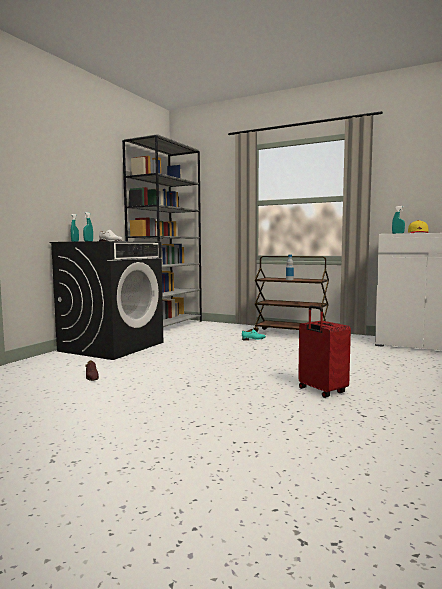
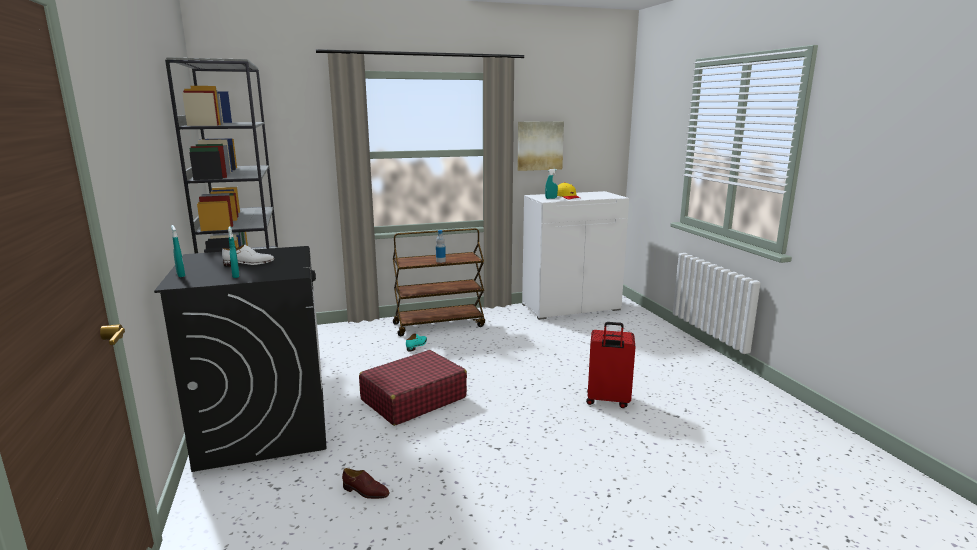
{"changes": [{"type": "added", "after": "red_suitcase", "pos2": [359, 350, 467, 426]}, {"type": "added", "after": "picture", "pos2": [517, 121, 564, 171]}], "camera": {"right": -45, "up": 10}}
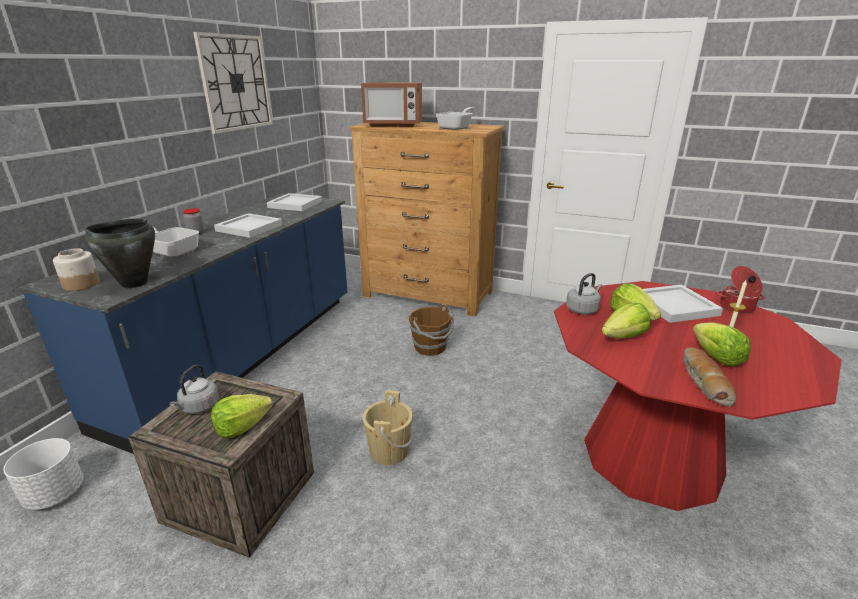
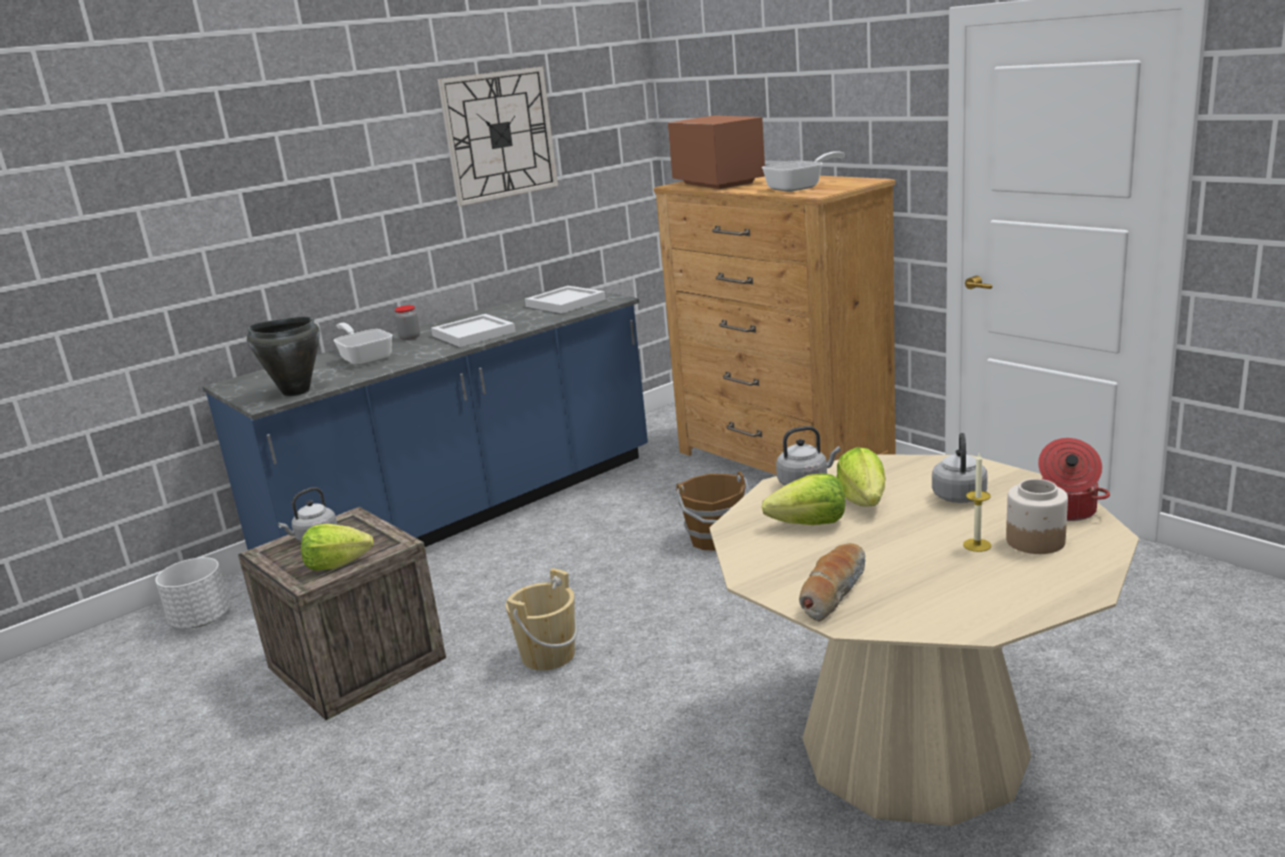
{"changes": [{"type": "turned", "before": "microwave", "pos1": [361, 82, 422, 127], "pos2": [668, 115, 765, 189], "turn": -150}, {"type": "recoloured", "before": "red_dining_table", "after": "beige_dining_table", "pos1": [554, 281, 842, 511], "pos2": [709, 454, 1139, 826]}, {"type": "replaced", "before": "white_tray", "after": "grey_kettle", "pos1": [643, 284, 723, 323], "pos2": [932, 433, 988, 503]}, {"type": "moved", "before": "jar", "pos1": [53, 248, 100, 291], "pos2": [1006, 479, 1068, 554]}, {"type": "removed", "before": "lettuce", "pos1": [693, 323, 751, 366]}], "camera": {"right": 30, "up": -5}}
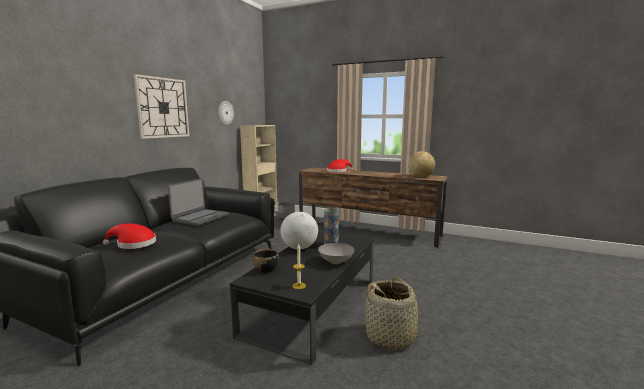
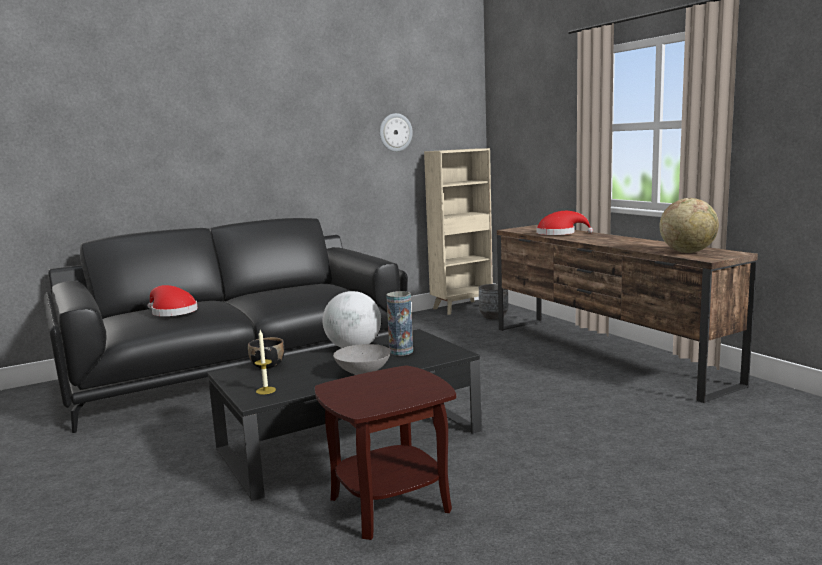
{"changes": [{"type": "replaced", "before": "basket", "after": "brown_side_table", "pos1": [359, 277, 431, 350], "pos2": [315, 366, 456, 540]}, {"type": "removed", "before": "wall_clock", "pos1": [134, 74, 189, 139]}, {"type": "removed", "before": "laptop", "pos1": [168, 178, 229, 226]}], "camera": {"right": 35, "up": 0}}
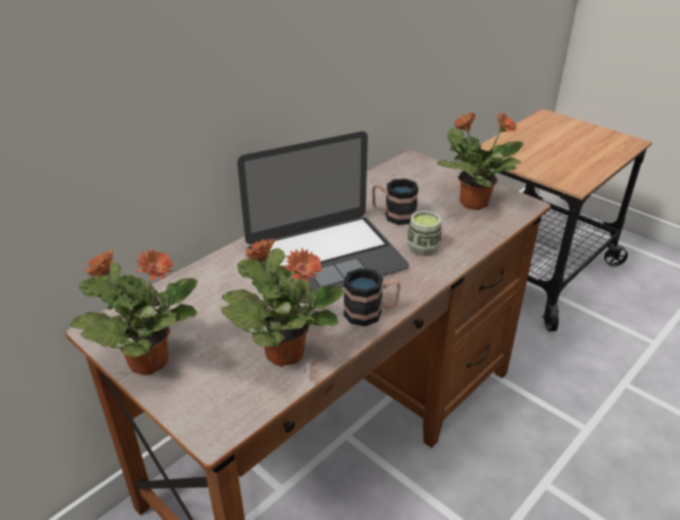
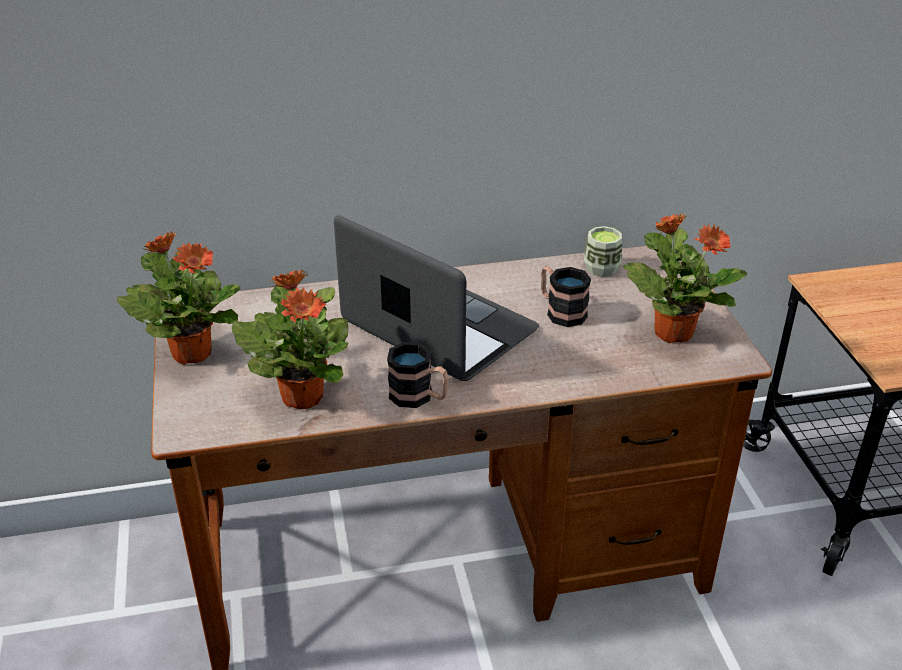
{"changes": [{"type": "turned", "before": "laptop", "pos1": [237, 131, 409, 292], "pos2": [334, 215, 539, 381], "turn": -150}, {"type": "moved", "before": "cup", "pos1": [407, 211, 441, 256], "pos2": [584, 226, 622, 277]}], "camera": {"right": 35, "up": 0}}
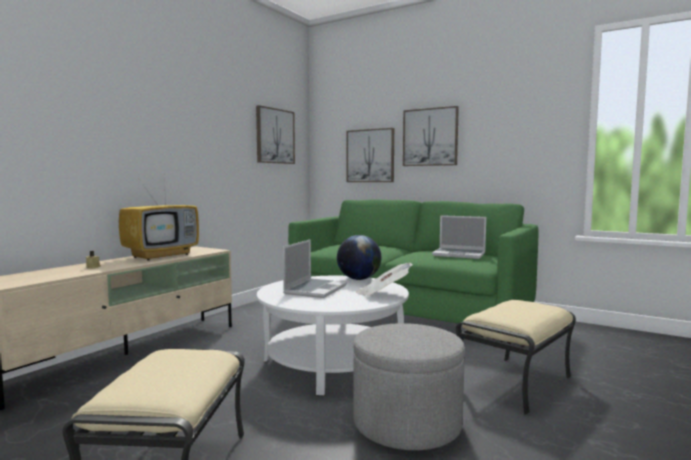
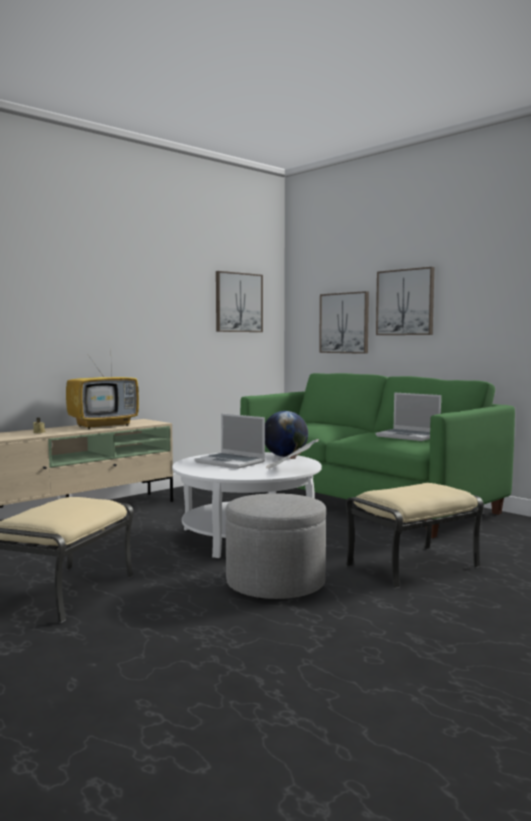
{"changes": [{"type": "turned", "before": "laptop", "pos1": [283, 239, 347, 298], "pos2": [195, 413, 265, 469], "turn": 90}], "camera": {"right": 15, "up": 0}}
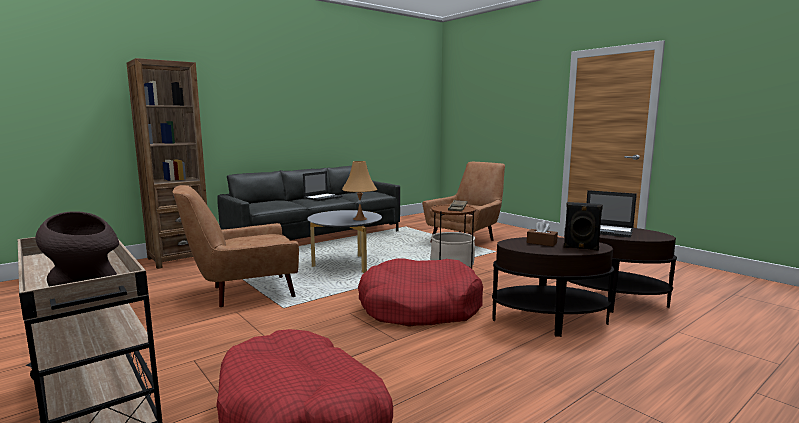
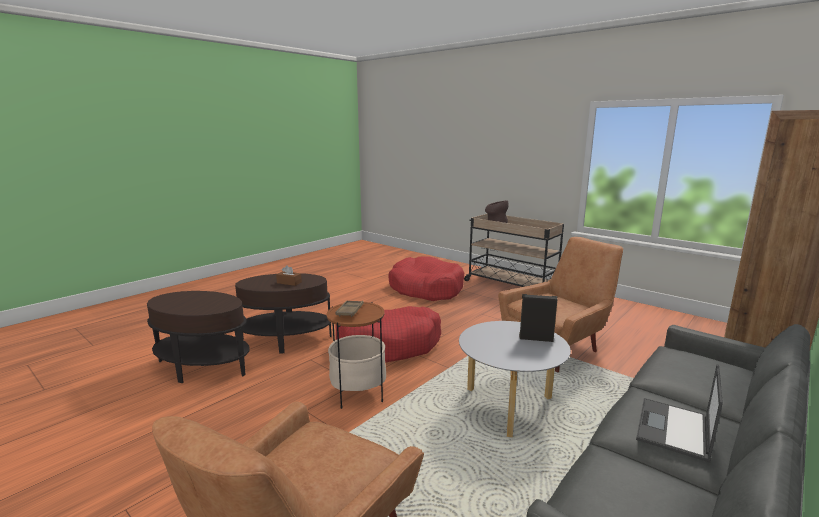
{"changes": [{"type": "moved", "before": "black_speaker", "pos1": [564, 202, 603, 251], "pos2": [519, 294, 557, 342]}, {"type": "removed", "before": "orange_table_lamp", "pos1": [342, 161, 377, 221]}, {"type": "removed", "before": "laptop", "pos1": [587, 190, 637, 237]}], "camera": {"right": 170, "up": 5}}
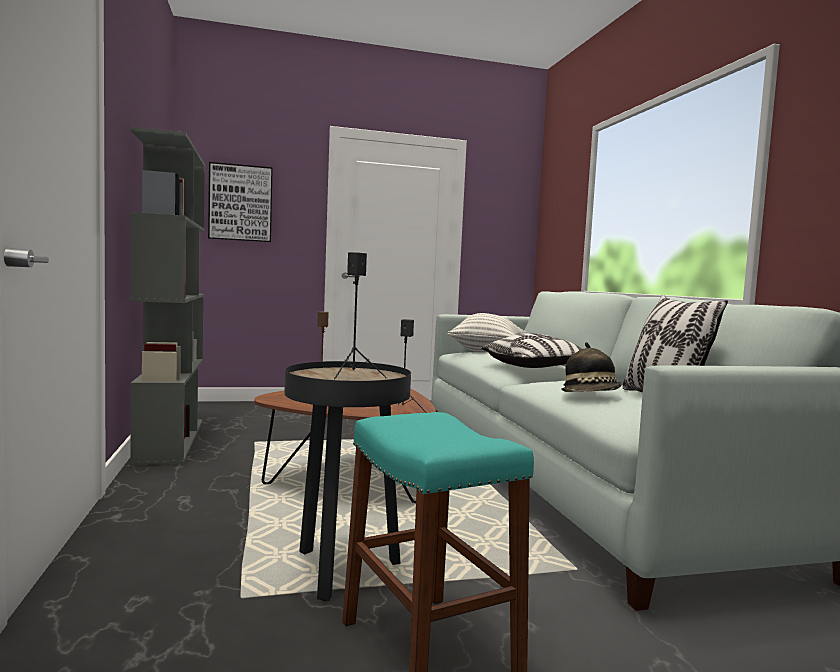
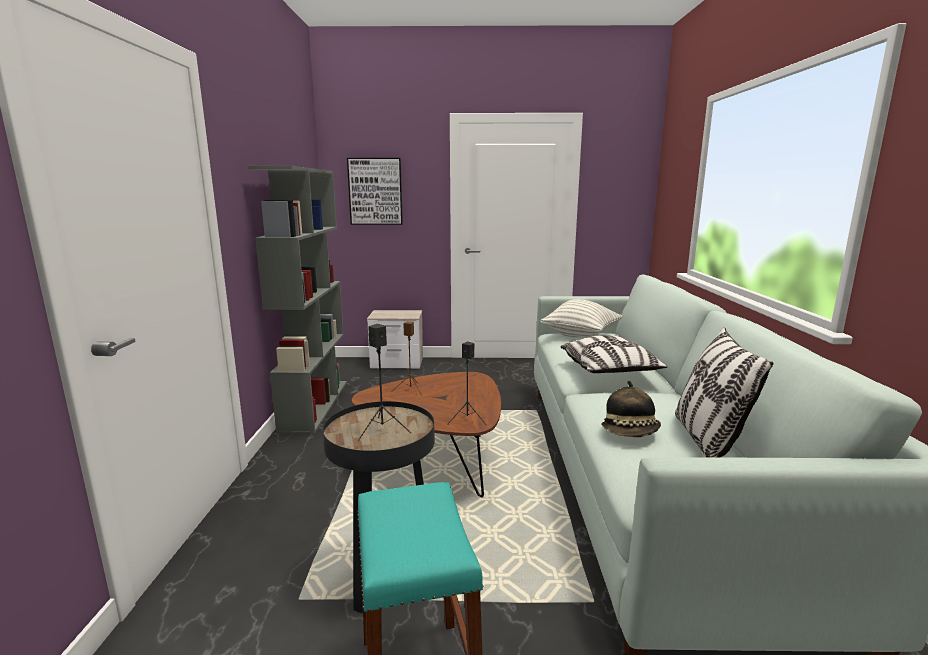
{"changes": [{"type": "added", "after": "nightstand", "pos2": [367, 310, 423, 369]}], "camera": {"right": 15, "up": 10}}
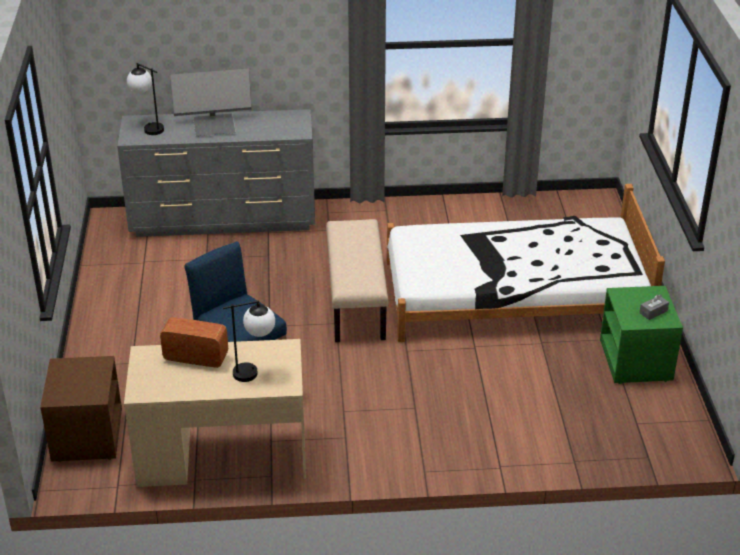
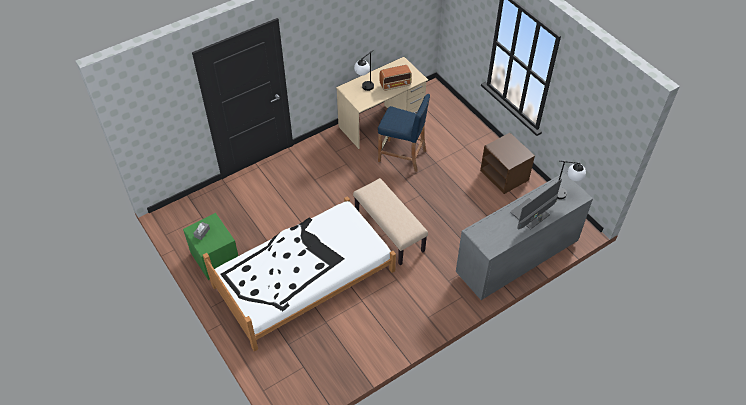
{"changes": [{"type": "moved", "before": "brown_nightstand", "pos1": [40, 356, 122, 462], "pos2": [480, 133, 535, 194]}], "camera": {"right": 150, "up": 15}}
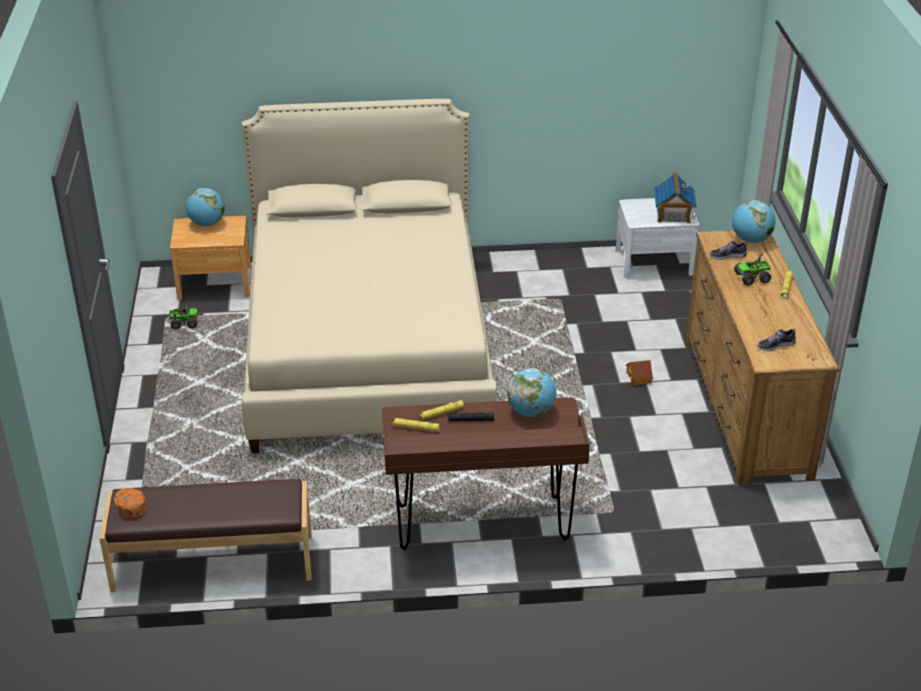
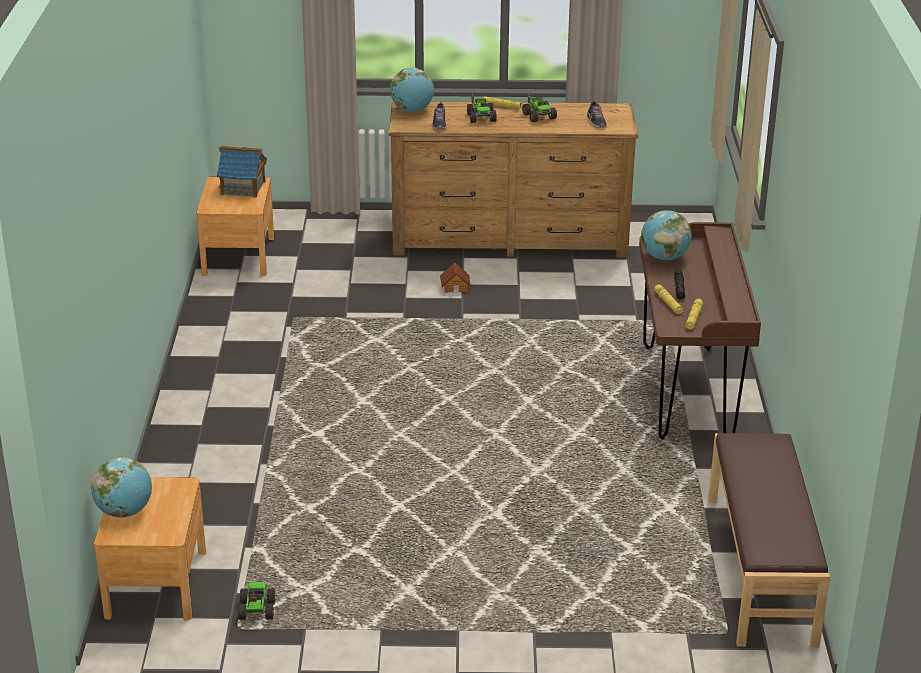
{"changes": [{"type": "recoloured", "before": "white_nightstand", "after": "brown_nightstand", "pos1": [616, 198, 699, 279], "pos2": [197, 177, 274, 276]}, {"type": "added", "after": "toy_truck", "pos2": [522, 93, 557, 123]}, {"type": "removed", "before": "orange_cap", "pos1": [114, 488, 147, 519]}, {"type": "removed", "before": "beige_bed", "pos1": [241, 99, 497, 453]}], "camera": {"right": -85, "up": -5}}
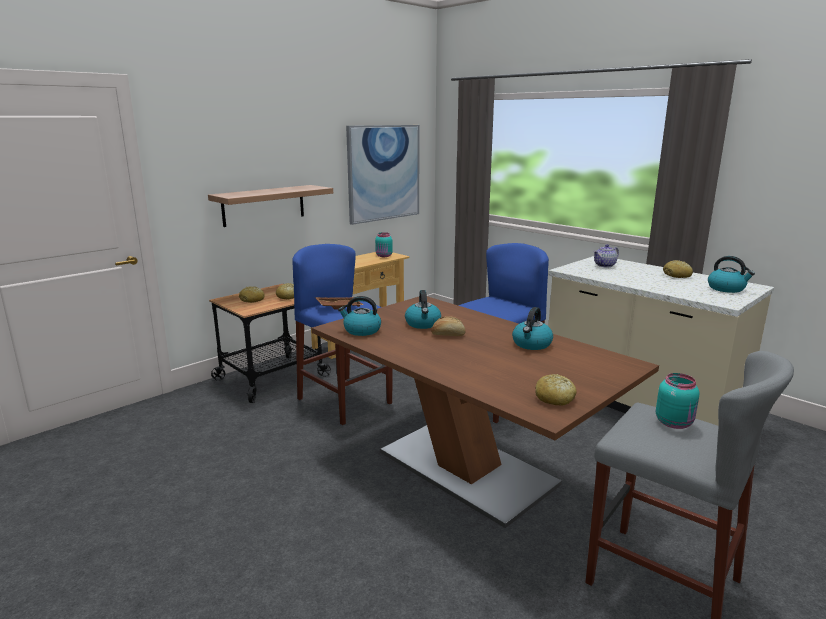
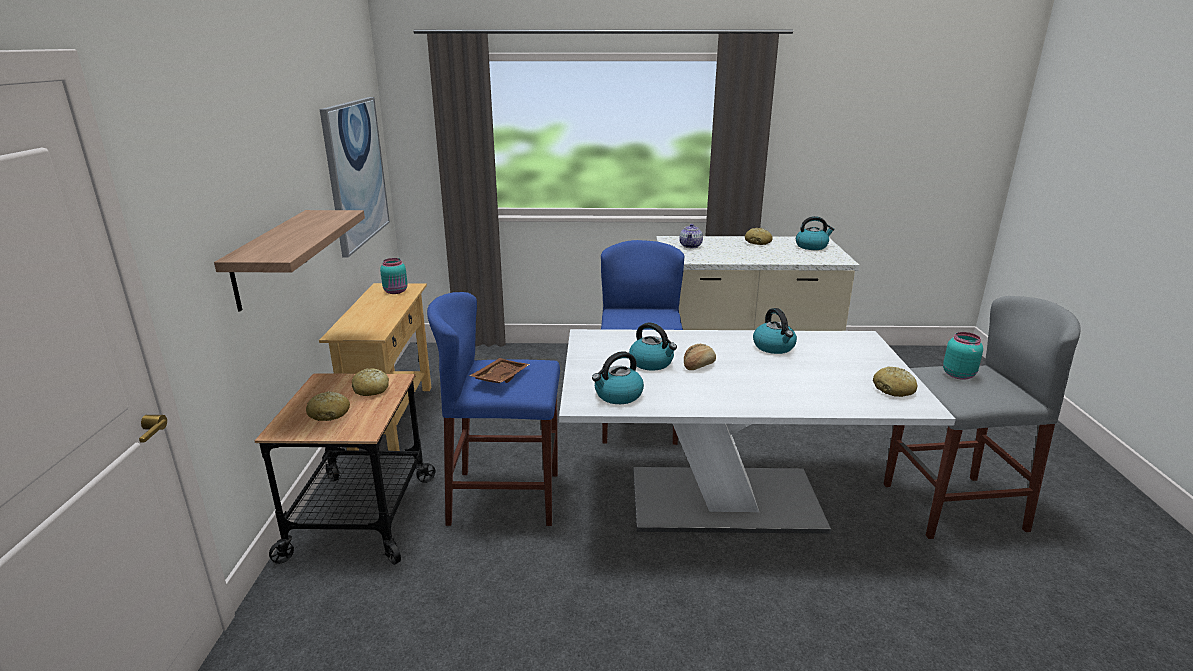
{"changes": [{"type": "recoloured", "before": "brown_dining_table", "after": "white_dining_table", "pos1": [312, 296, 659, 528], "pos2": [559, 329, 956, 534]}], "camera": {"right": -45, "up": 5}}
